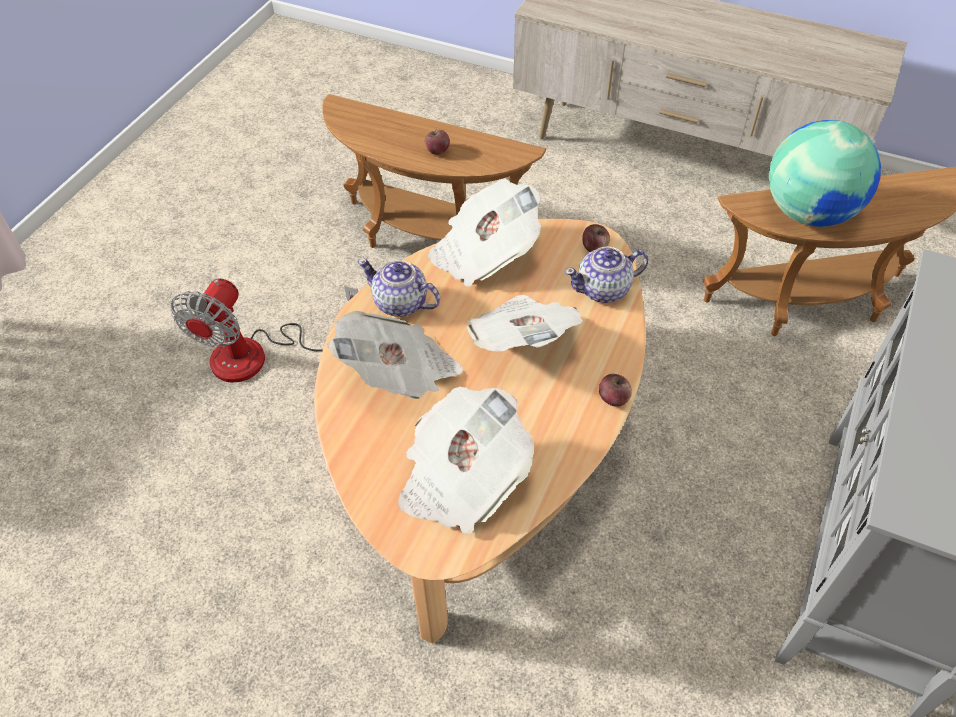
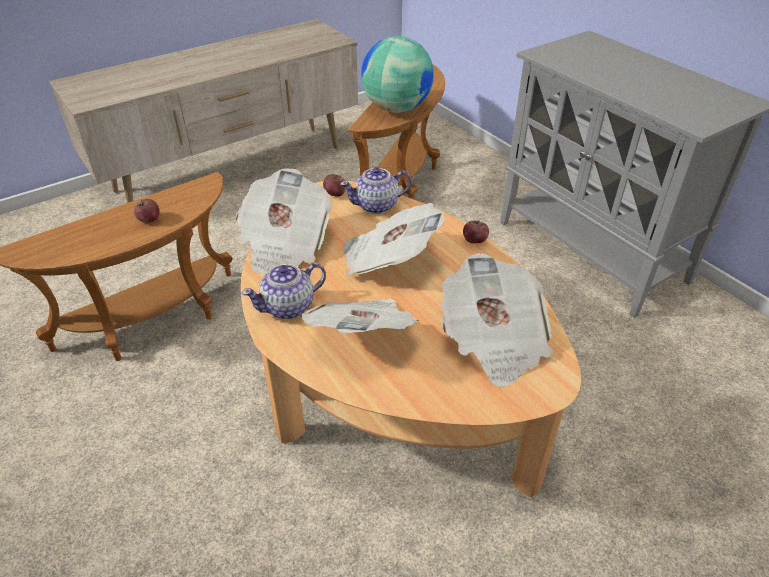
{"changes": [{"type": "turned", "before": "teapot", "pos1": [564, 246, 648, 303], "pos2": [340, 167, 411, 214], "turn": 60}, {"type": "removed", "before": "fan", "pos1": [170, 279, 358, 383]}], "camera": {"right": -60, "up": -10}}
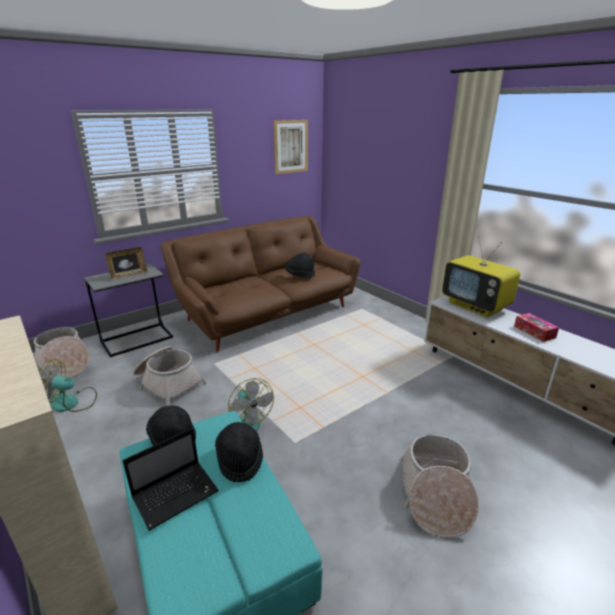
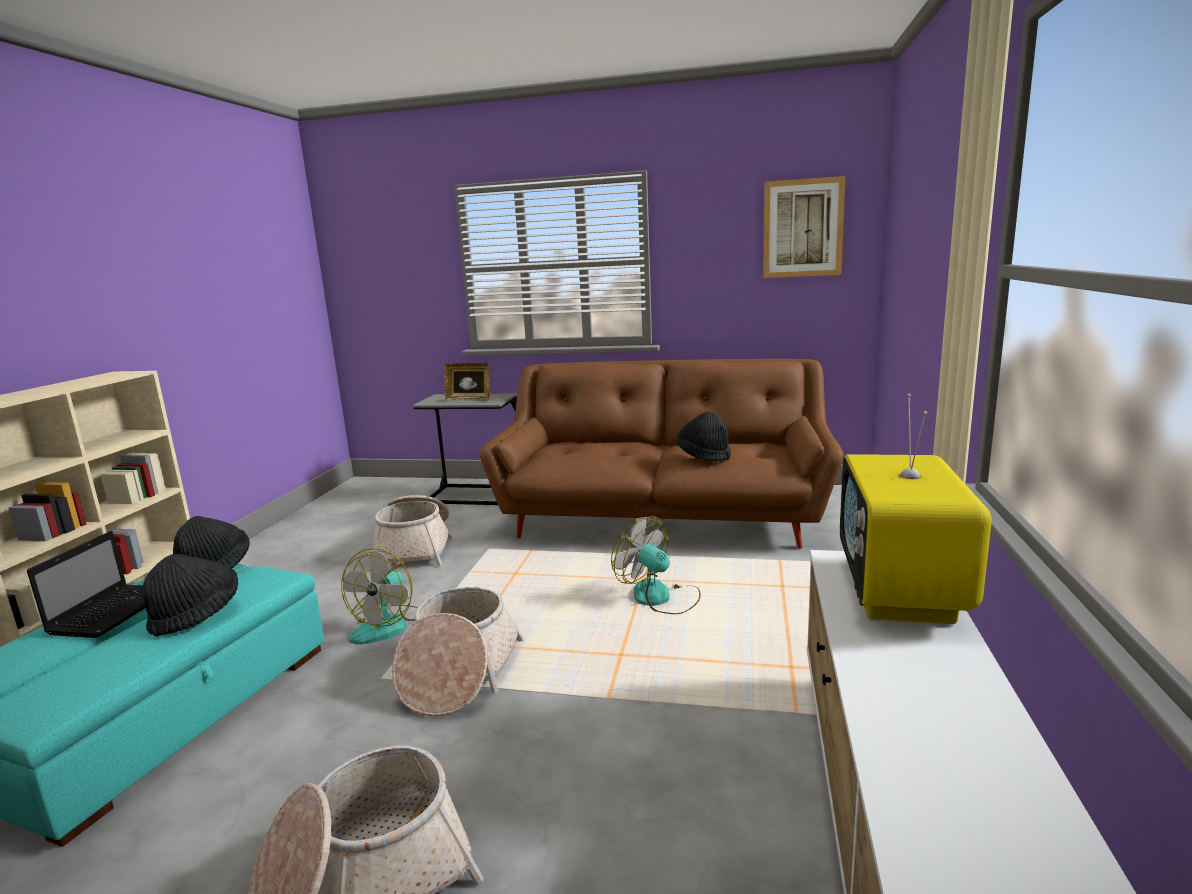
{"changes": [{"type": "turned", "before": "laptop", "pos1": [123, 428, 219, 531], "pos2": [27, 531, 146, 638], "turn": -90}, {"type": "moved", "before": "basket", "pos1": [34, 327, 91, 378], "pos2": [392, 587, 524, 717]}, {"type": "moved", "before": "fan", "pos1": [39, 358, 97, 412], "pos2": [611, 516, 701, 614]}, {"type": "removed", "before": "tissue_box", "pos1": [514, 313, 559, 342]}], "camera": {"right": 50, "up": -10}}
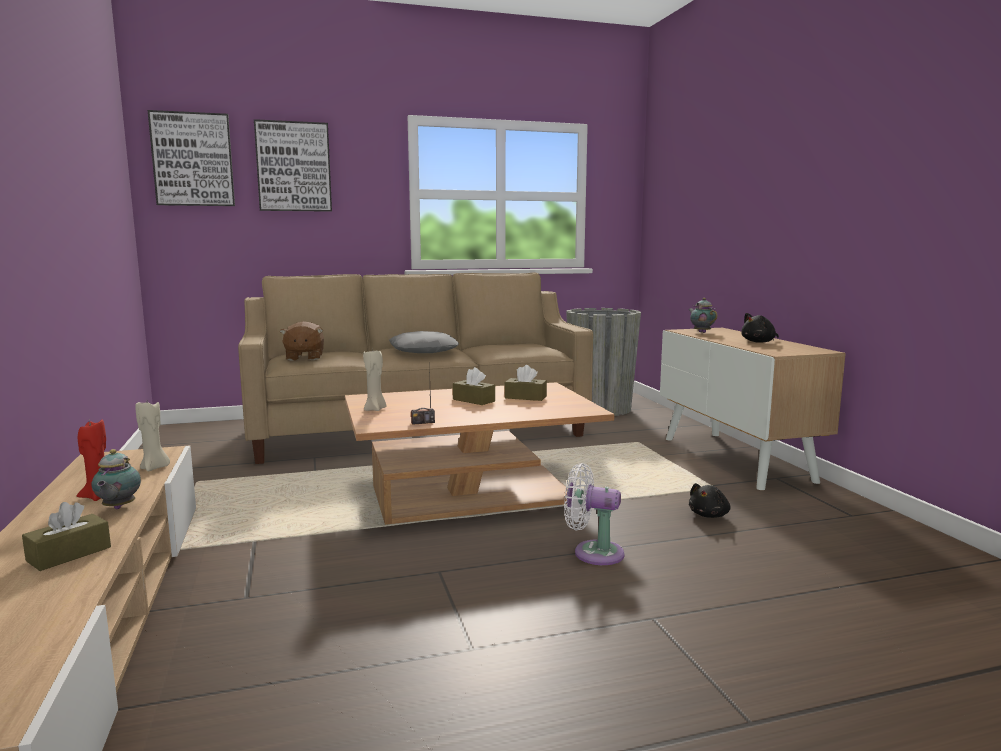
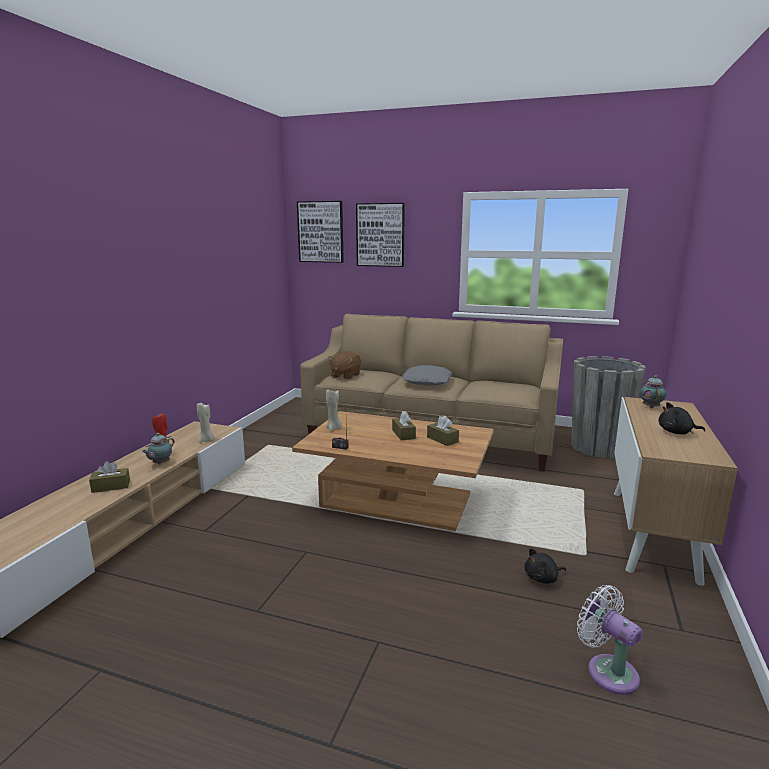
{"changes": [{"type": "moved", "before": "white_fan", "pos1": [564, 463, 625, 565], "pos2": [577, 585, 643, 695]}], "camera": {"right": 35, "up": 5}}
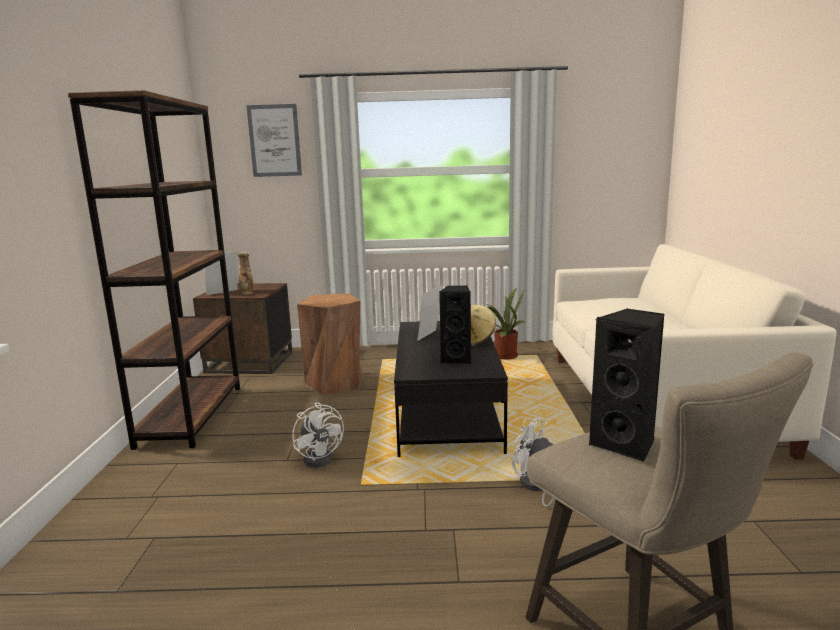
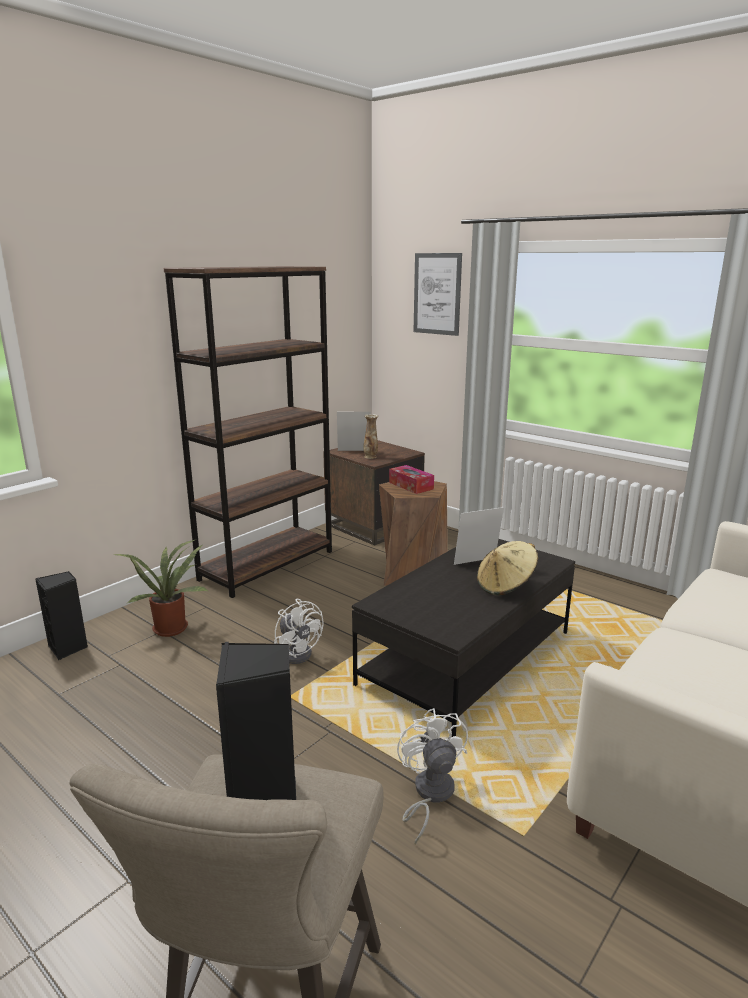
{"changes": [{"type": "moved", "before": "black_speaker", "pos1": [439, 286, 471, 364], "pos2": [35, 571, 88, 660]}, {"type": "moved", "before": "potted_plant", "pos1": [485, 288, 525, 359], "pos2": [114, 540, 209, 637]}, {"type": "turned", "before": "white_fan", "pos1": [292, 402, 344, 467], "pos2": [274, 599, 324, 664], "turn": -45}, {"type": "added", "after": "tissue_box", "pos2": [389, 465, 434, 494]}], "camera": {"right": 40, "up": 5}}
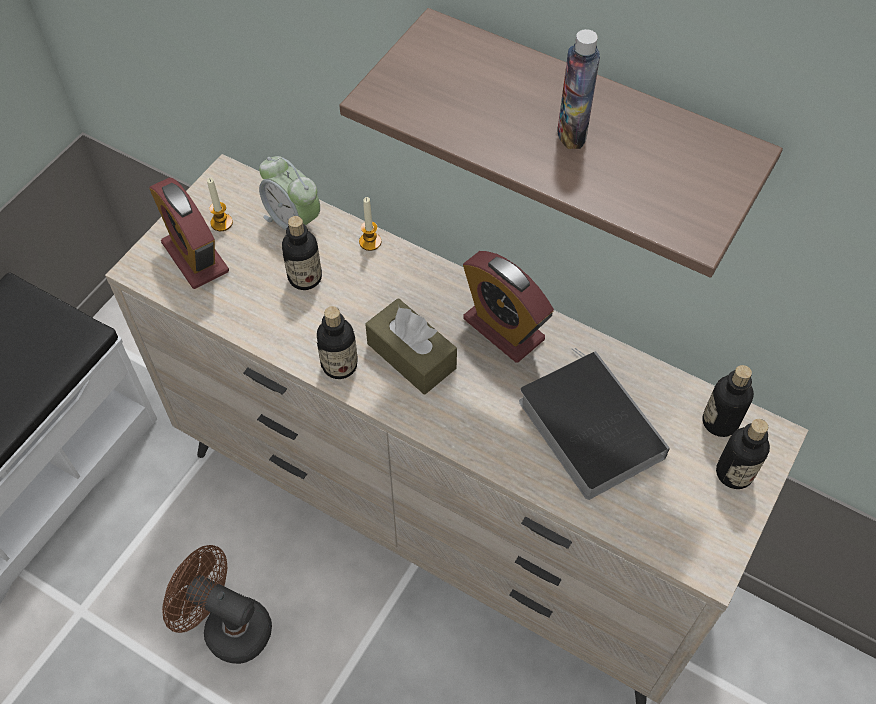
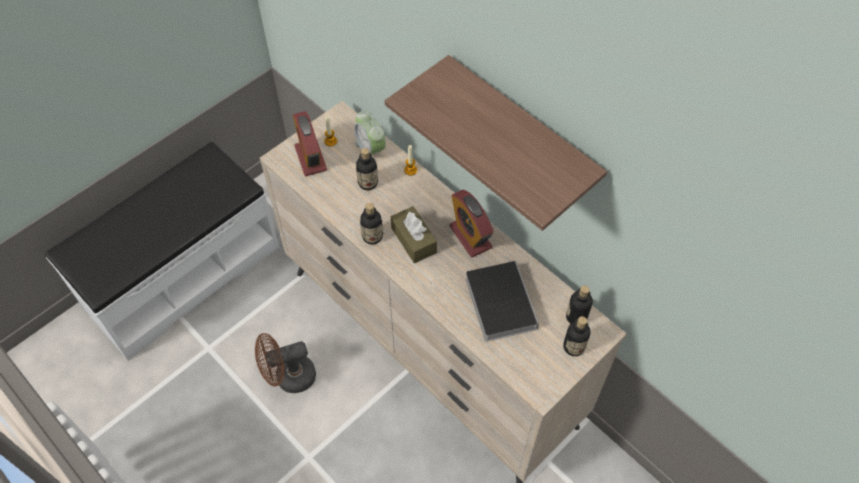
{"changes": [{"type": "turned", "before": "brown_fan", "pos1": [162, 545, 272, 664], "pos2": [255, 333, 316, 393], "turn": -60}, {"type": "removed", "before": "bottle", "pos1": [558, 29, 600, 149]}], "camera": {"right": 15, "up": 0}}
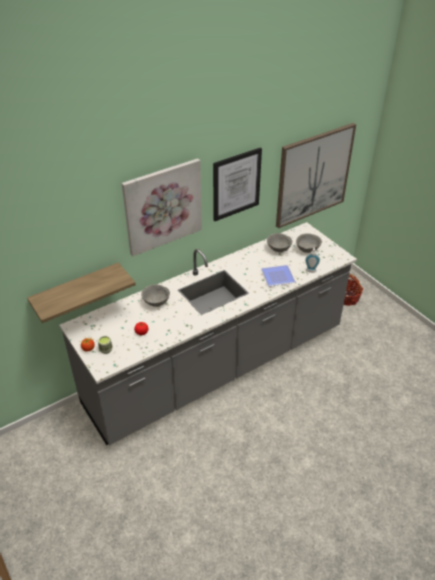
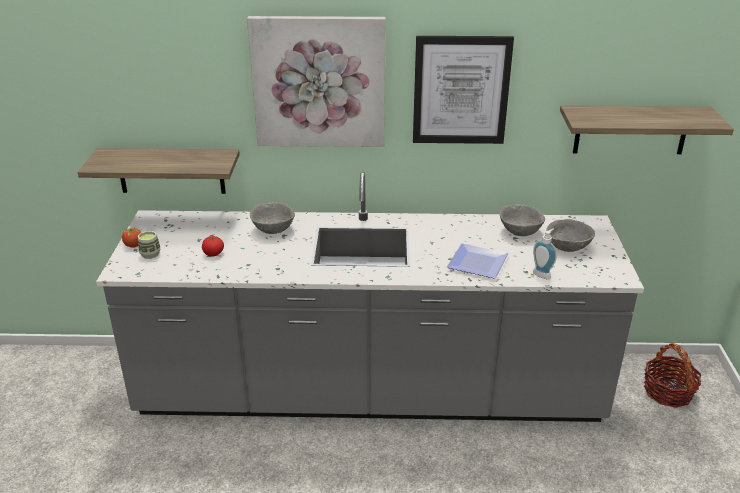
{"changes": [{"type": "replaced", "before": "picture", "after": "shelf", "pos1": [276, 123, 356, 228], "pos2": [560, 105, 734, 154]}], "camera": {"right": 35, "up": -10}}
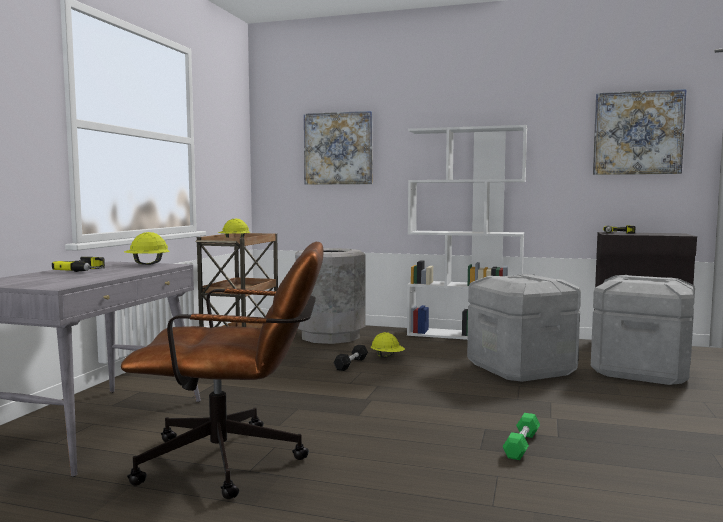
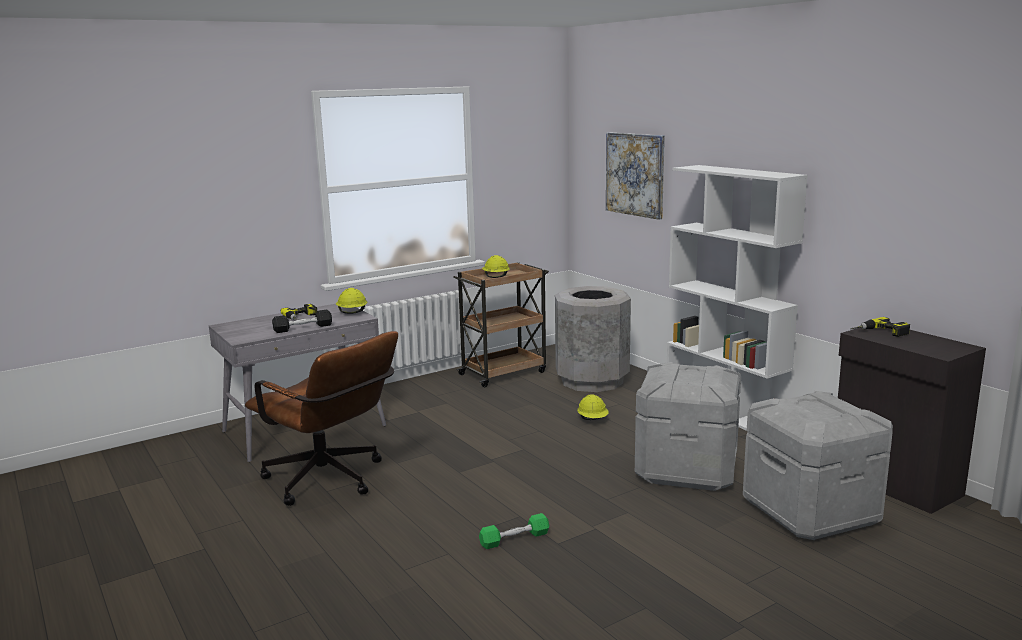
{"changes": [{"type": "moved", "before": "black_dumbbell", "pos1": [334, 345, 368, 371], "pos2": [272, 310, 332, 333]}, {"type": "removed", "before": "picture", "pos1": [593, 89, 687, 175]}], "camera": {"right": 40, "up": 10}}
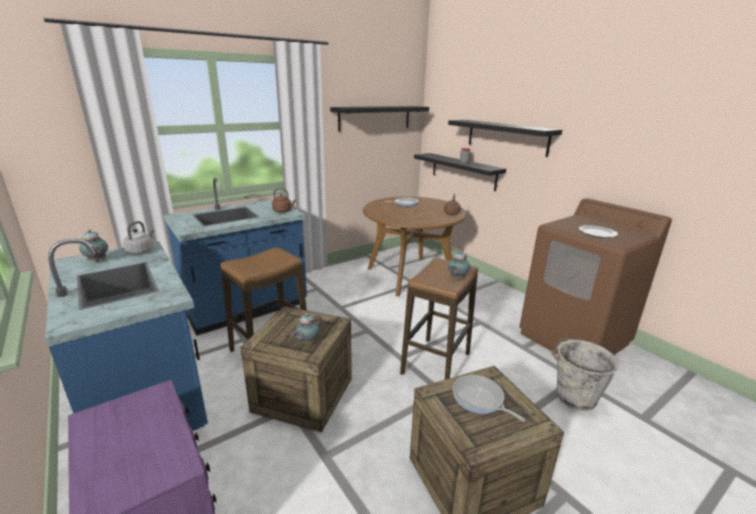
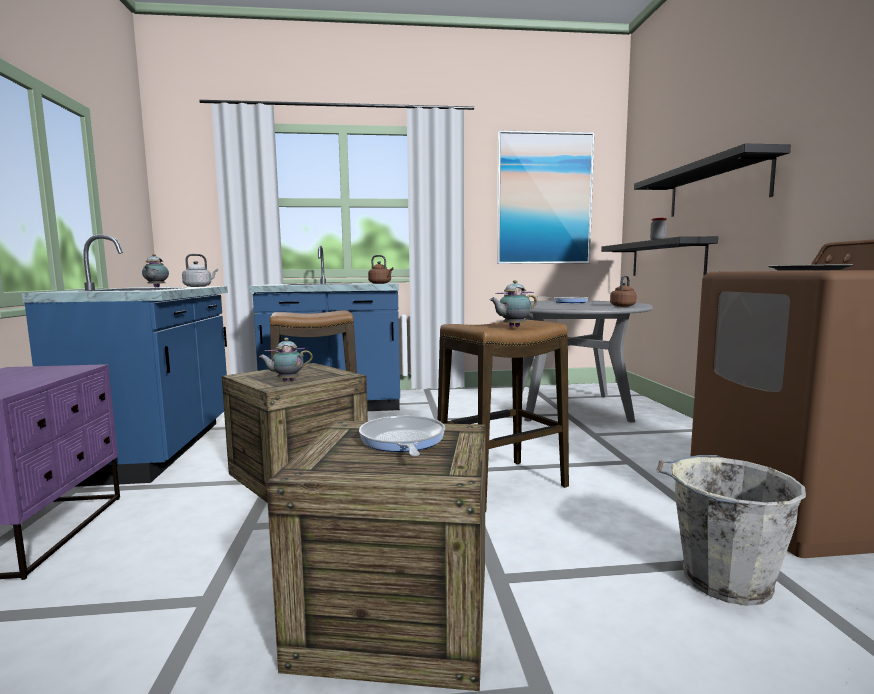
{"changes": [{"type": "replaced", "before": "black_shelf", "after": "picture", "pos1": [330, 106, 429, 132], "pos2": [497, 131, 594, 264]}, {"type": "recoloured", "before": "brown_dining_table", "after": "grey_dining_table", "pos1": [363, 196, 466, 297], "pos2": [522, 300, 653, 423]}], "camera": {"right": 30, "up": -15}}
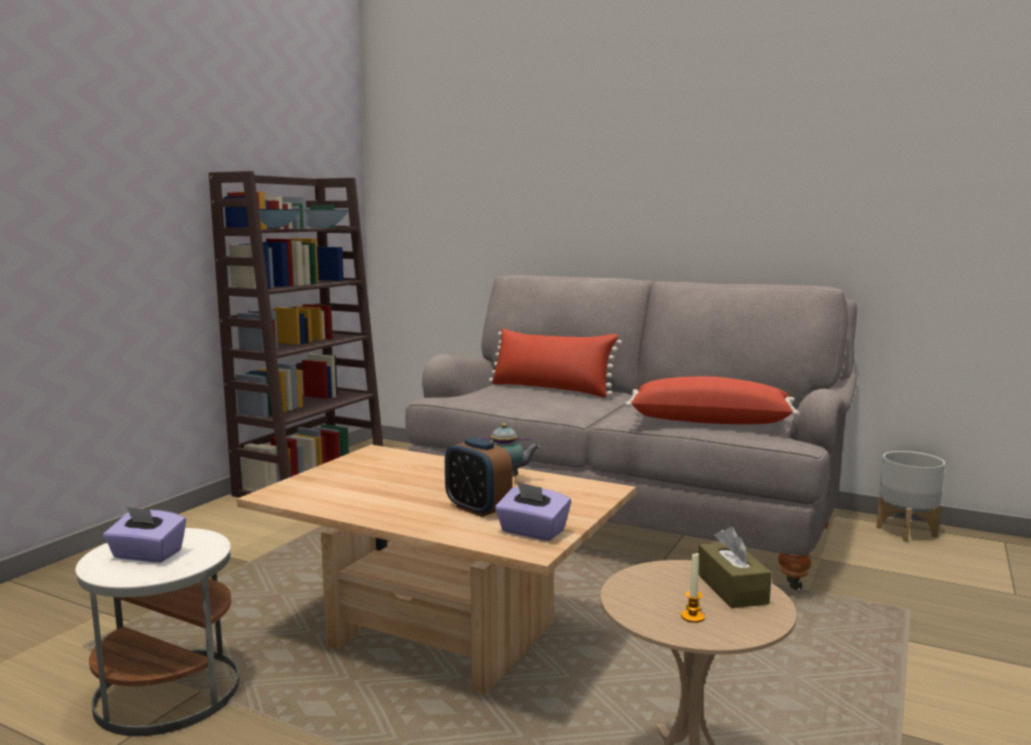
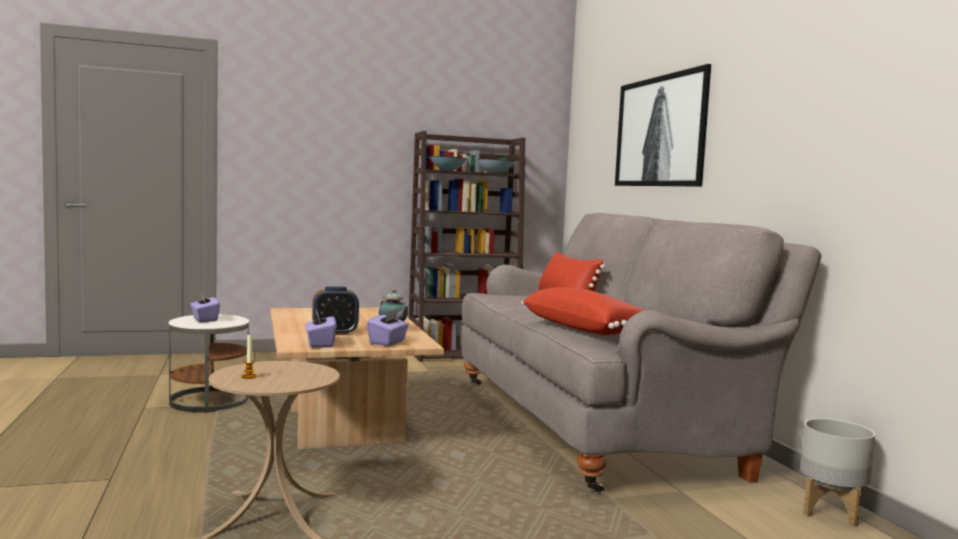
{"changes": [{"type": "turned", "before": "alarm_clock", "pos1": [445, 437, 513, 517], "pos2": [312, 286, 359, 335], "turn": -105}, {"type": "added", "after": "purple_tissue_box", "pos2": [367, 309, 409, 346]}, {"type": "added", "after": "picture", "pos2": [615, 64, 711, 187]}, {"type": "removed", "before": "brown_tissue_box", "pos1": [698, 527, 772, 608]}], "camera": {"right": 45, "up": -5}}
